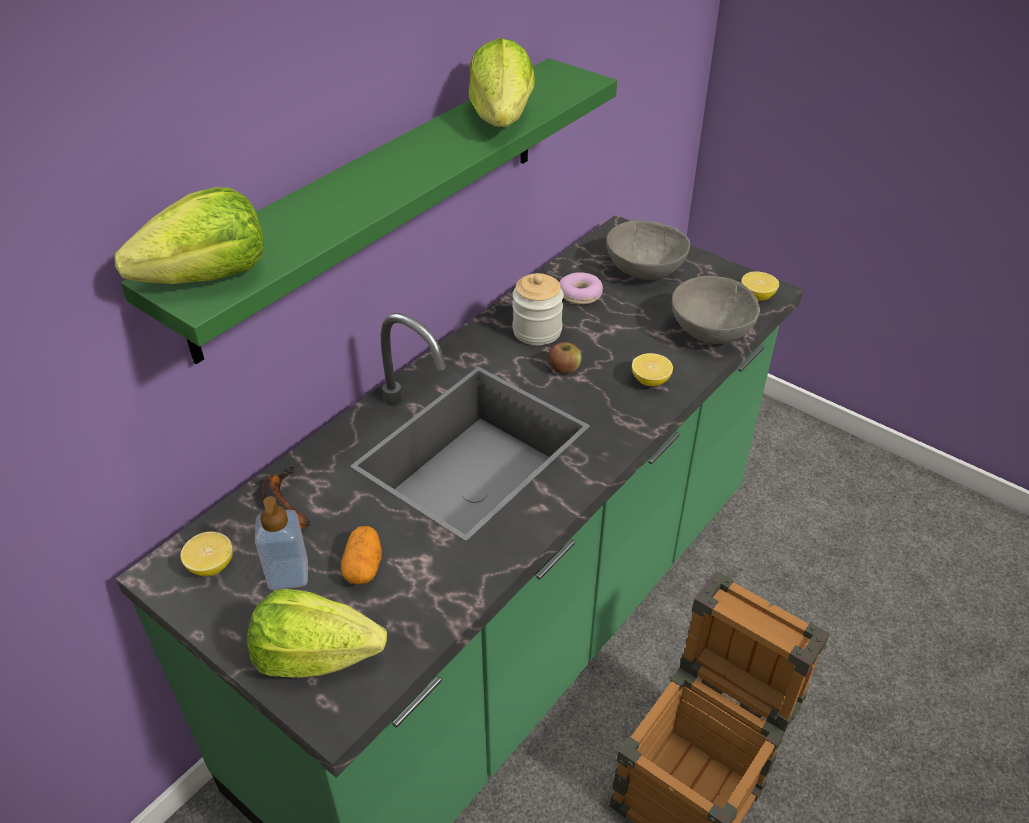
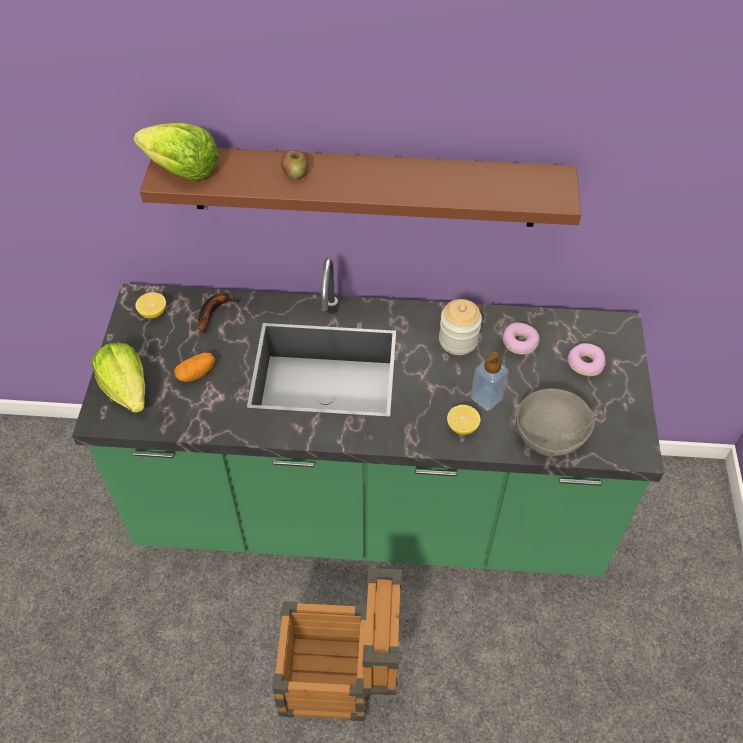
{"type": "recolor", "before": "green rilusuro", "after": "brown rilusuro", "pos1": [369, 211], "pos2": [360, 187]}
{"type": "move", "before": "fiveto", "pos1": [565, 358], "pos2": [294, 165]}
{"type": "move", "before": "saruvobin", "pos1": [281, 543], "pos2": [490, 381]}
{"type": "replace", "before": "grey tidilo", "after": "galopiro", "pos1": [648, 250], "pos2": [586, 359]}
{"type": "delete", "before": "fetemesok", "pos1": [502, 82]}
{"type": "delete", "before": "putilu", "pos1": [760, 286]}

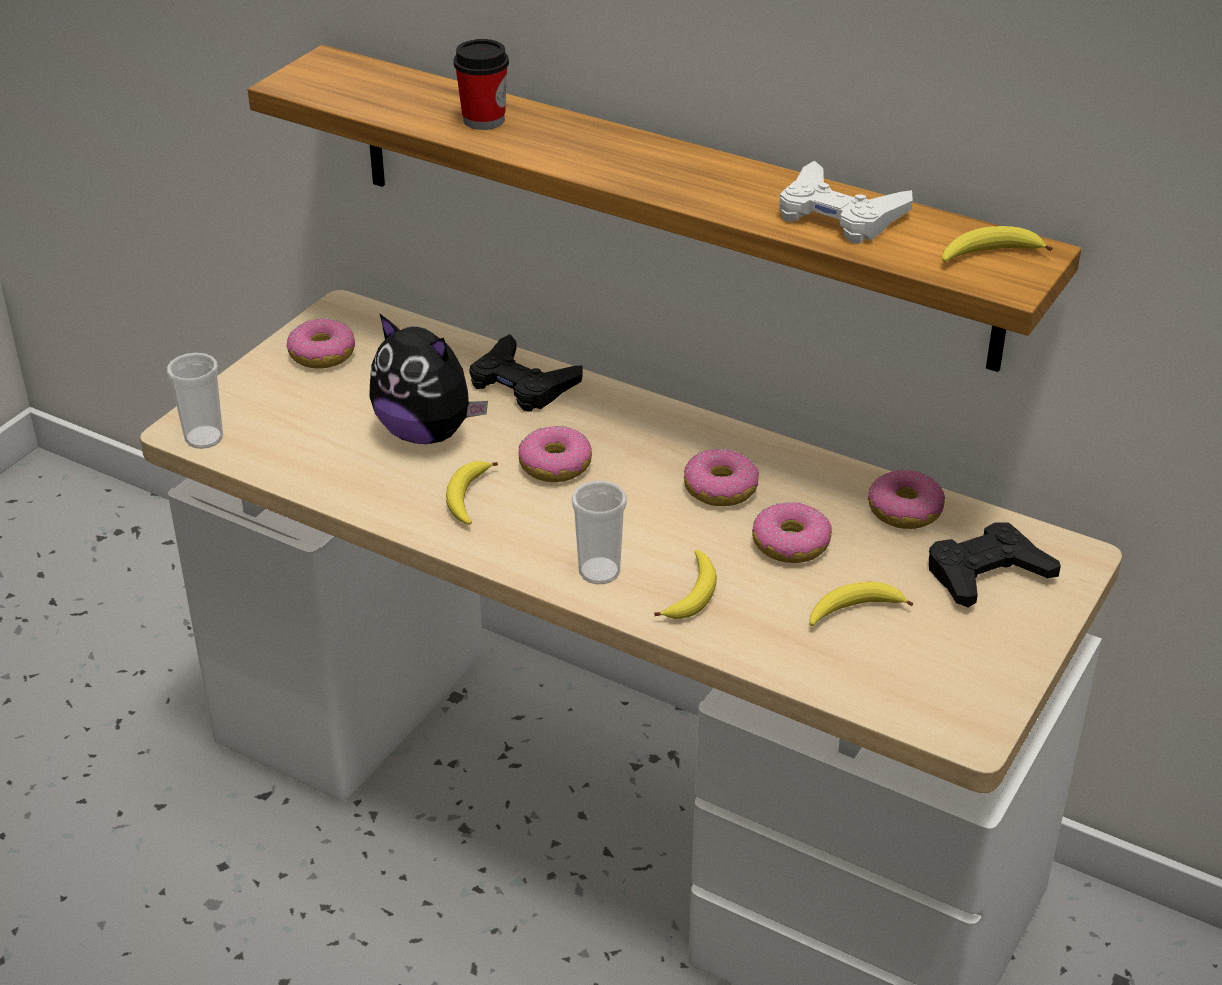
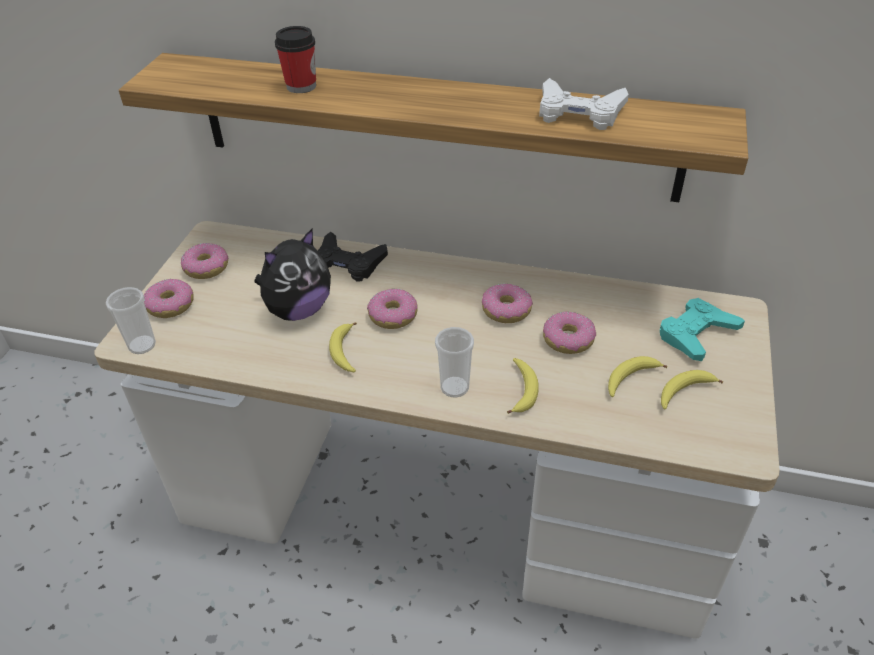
{"type": "move", "before": "galopiro", "pos1": [906, 499], "pos2": [169, 298]}
{"type": "rotate", "before": "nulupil", "pos1": [429, 378], "pos2": [293, 274], "turn": -60}
{"type": "recolor", "before": "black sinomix", "after": "turquoise sinomix", "pos1": [995, 564], "pos2": [702, 329]}
{"type": "move", "before": "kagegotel", "pos1": [997, 244], "pos2": [692, 390]}

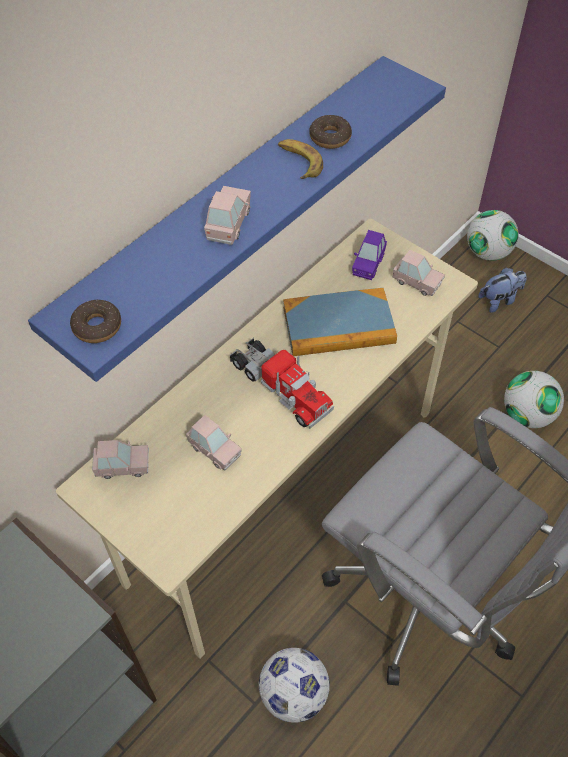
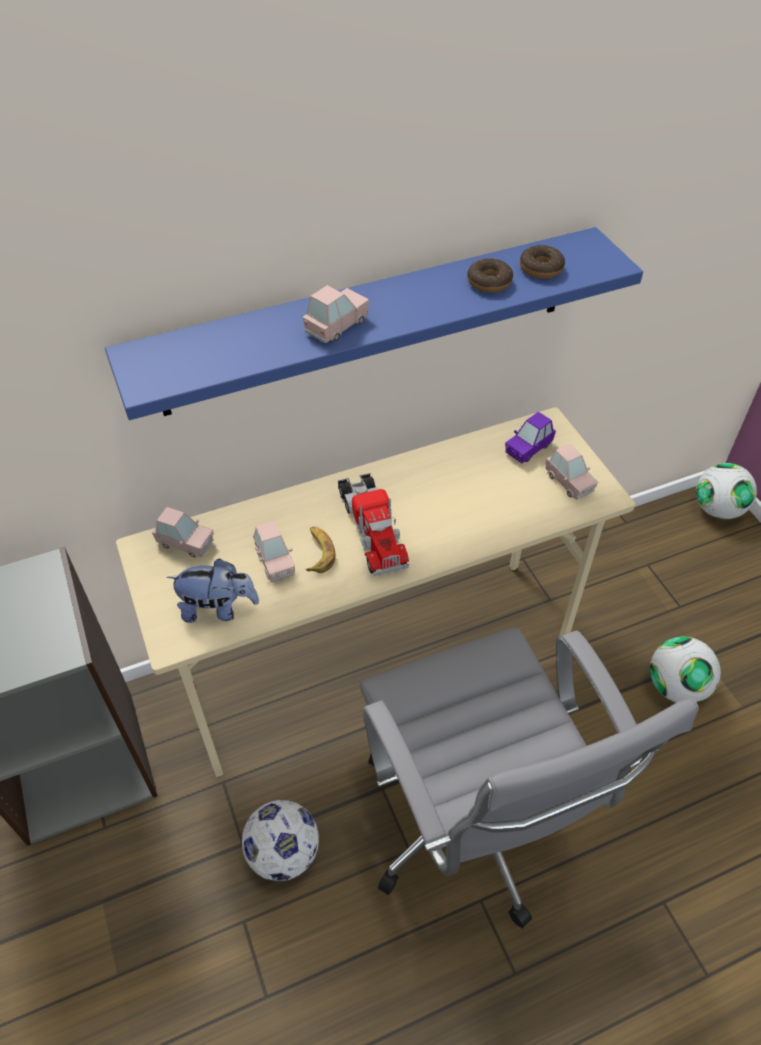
{"type": "move", "before": "nulupil", "pos1": [502, 290], "pos2": [213, 591]}
{"type": "move", "before": "kagegotel", "pos1": [300, 159], "pos2": [321, 550]}
{"type": "move", "before": "galopiro", "pos1": [95, 321], "pos2": [542, 262]}
{"type": "delete", "before": "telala", "pos1": [340, 322]}

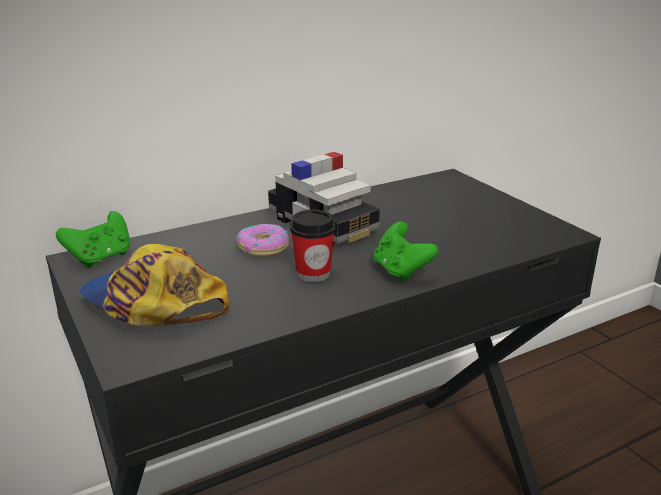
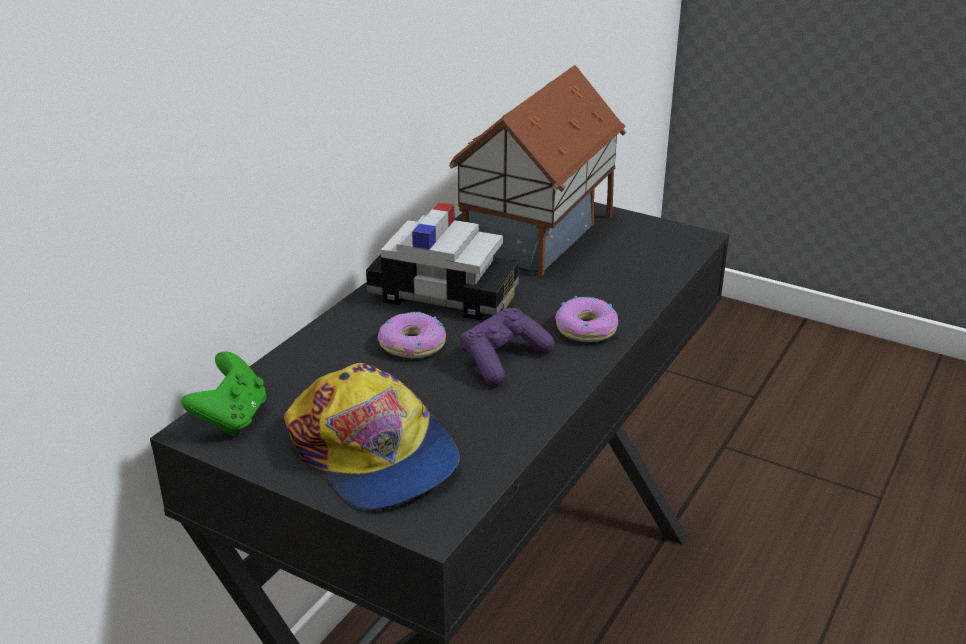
{"type": "rotate", "before": "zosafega", "pos1": [154, 285], "pos2": [372, 436], "turn": -135}
{"type": "insert", "after": "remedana", "pos2": [537, 171]}
{"type": "replace", "before": "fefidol", "after": "purple sinomix", "pos1": [312, 246], "pos2": [507, 347]}
{"type": "replace", "before": "green sinomix", "after": "galopiro", "pos1": [406, 252], "pos2": [586, 319]}

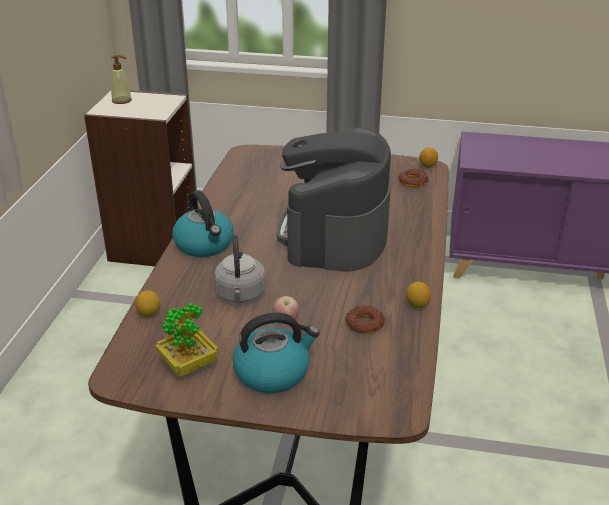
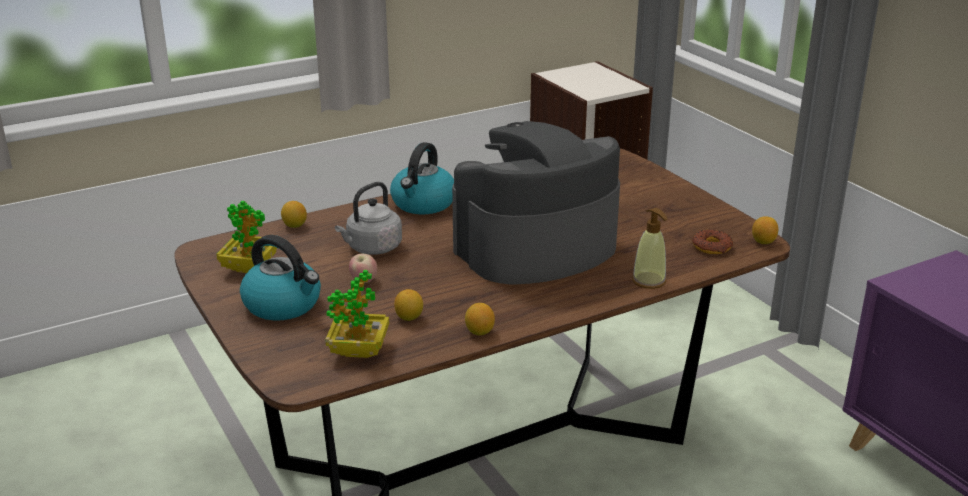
{"type": "insert", "after": "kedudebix", "pos2": [357, 314]}
{"type": "replace", "before": "galopiro", "after": "putilu", "pos1": [365, 319], "pos2": [408, 305]}
{"type": "move", "before": "saruvobin", "pos1": [121, 79], "pos2": [650, 248]}

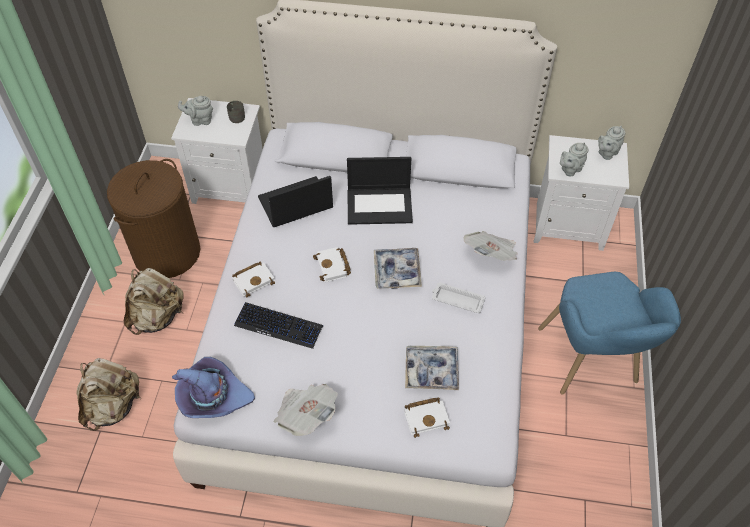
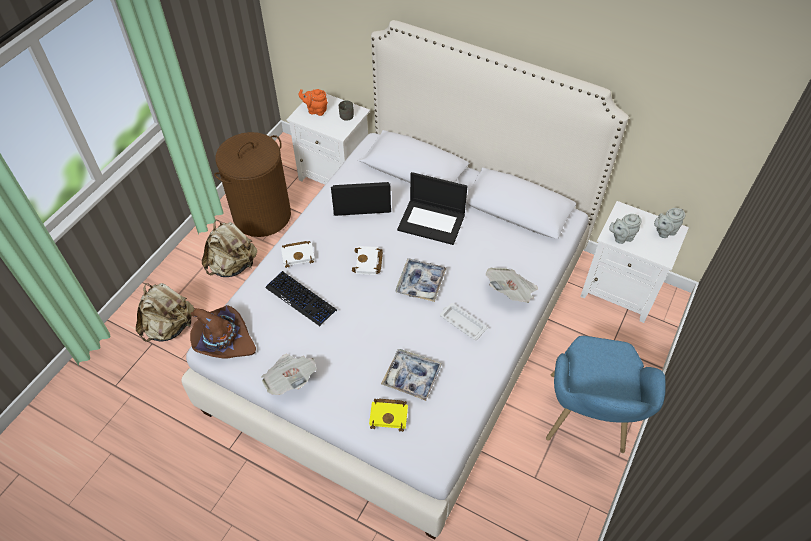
{"type": "recolor", "before": "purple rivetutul", "after": "brown rivetutul", "pos1": [213, 387], "pos2": [223, 331]}
{"type": "recolor", "before": "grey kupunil", "after": "orange kupunil", "pos1": [195, 111], "pos2": [313, 102]}
{"type": "recolor", "before": "white telala", "after": "yellow telala", "pos1": [427, 417], "pos2": [388, 415]}

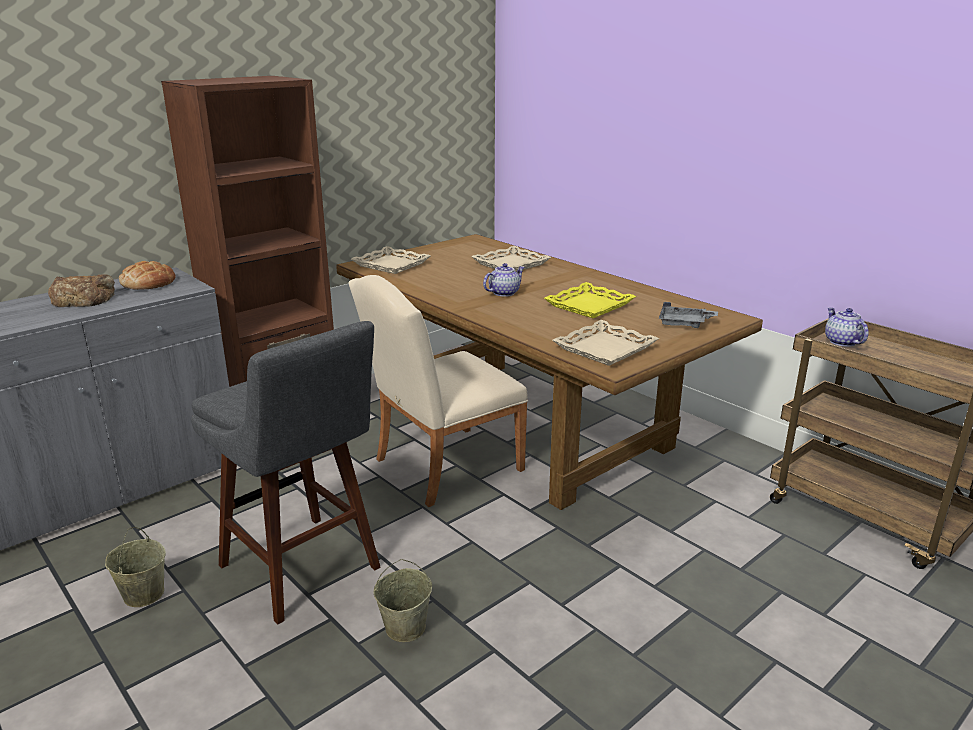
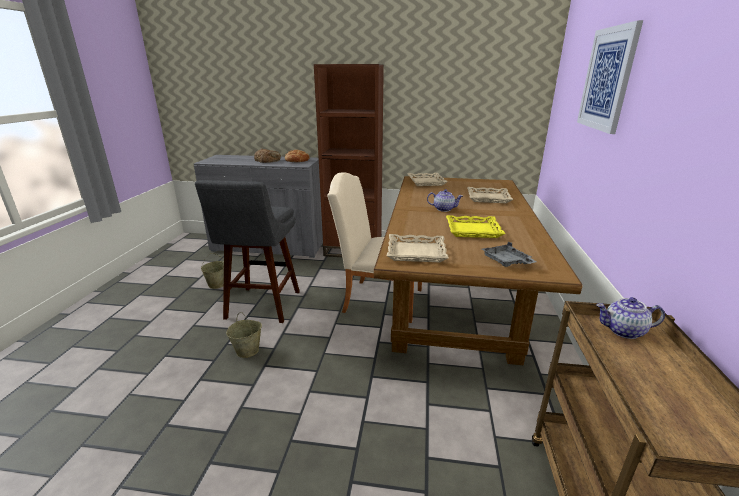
{"type": "insert", "after": "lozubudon", "pos2": [610, 77]}
{"type": "rotate", "before": "kupunil", "pos1": [847, 327], "pos2": [630, 318], "turn": -120}

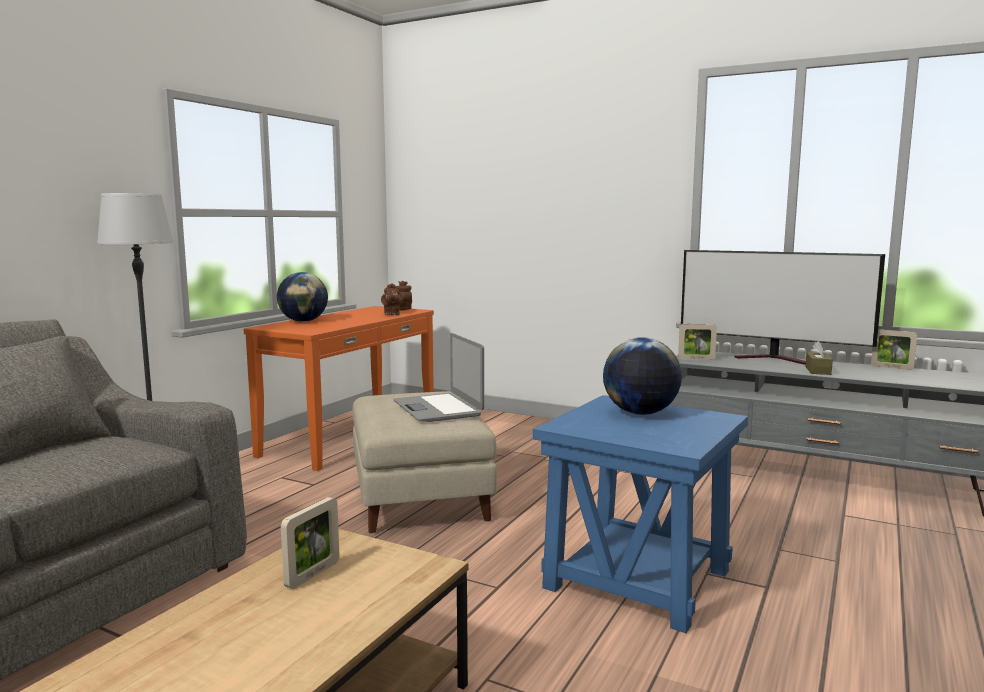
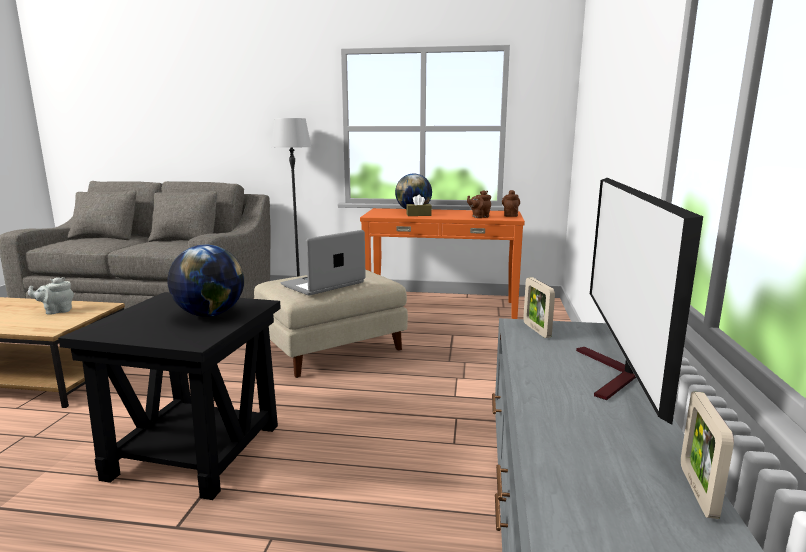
{"type": "replace", "before": "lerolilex", "after": "grey kupunil", "pos1": [310, 543], "pos2": [51, 296]}
{"type": "recolor", "before": "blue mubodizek", "after": "black mubodizek", "pos1": [640, 514], "pos2": [169, 396]}
{"type": "move", "before": "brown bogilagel", "pos1": [819, 358], "pos2": [419, 205]}

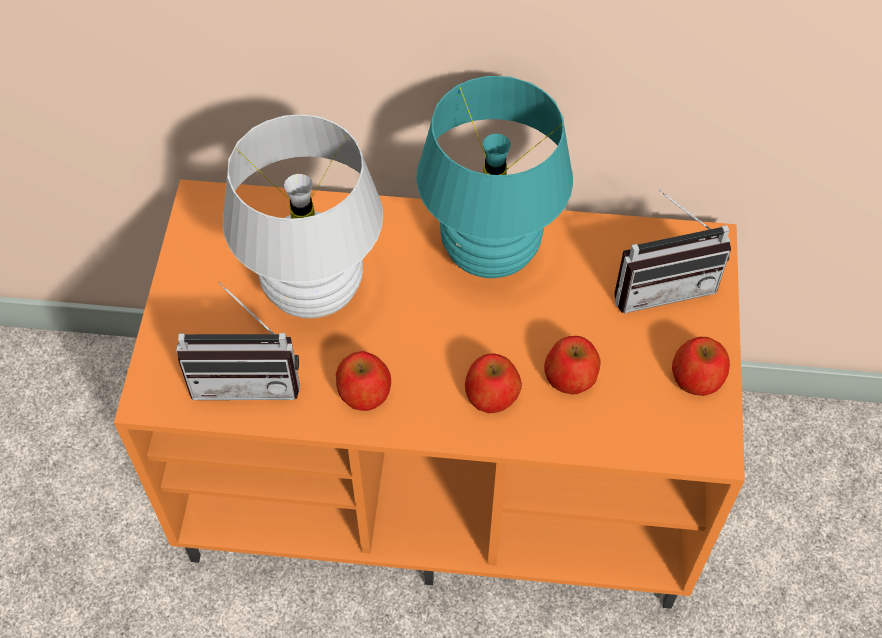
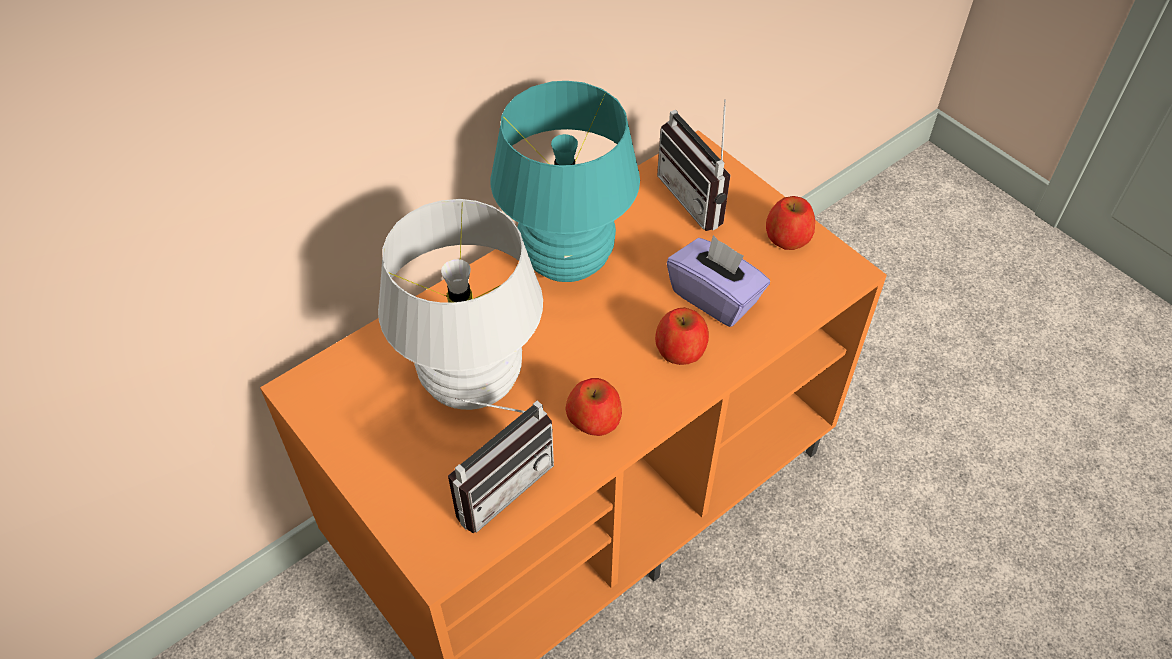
{"type": "rotate", "before": "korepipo", "pos1": [672, 251], "pos2": [693, 165], "turn": 120}
{"type": "replace", "before": "fiveto", "after": "purple bogilagel", "pos1": [572, 365], "pos2": [718, 281]}

